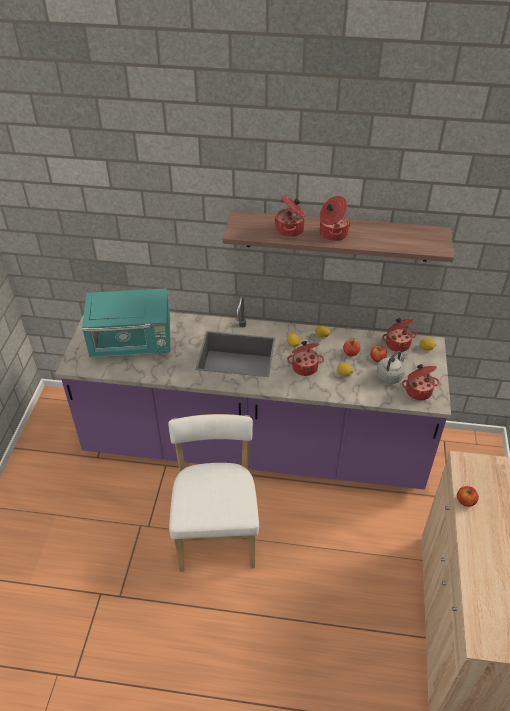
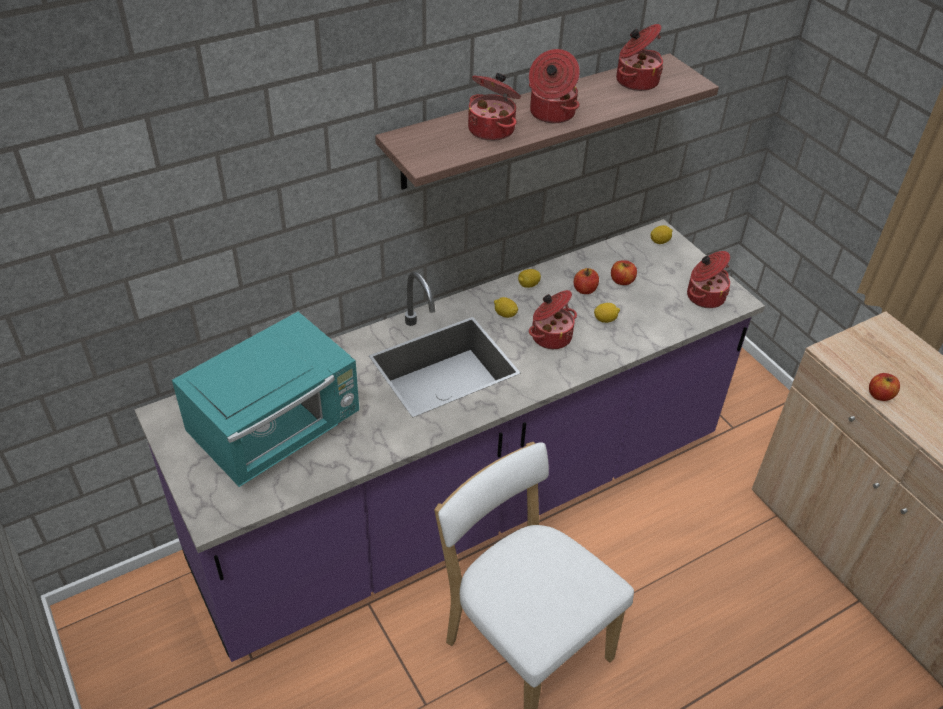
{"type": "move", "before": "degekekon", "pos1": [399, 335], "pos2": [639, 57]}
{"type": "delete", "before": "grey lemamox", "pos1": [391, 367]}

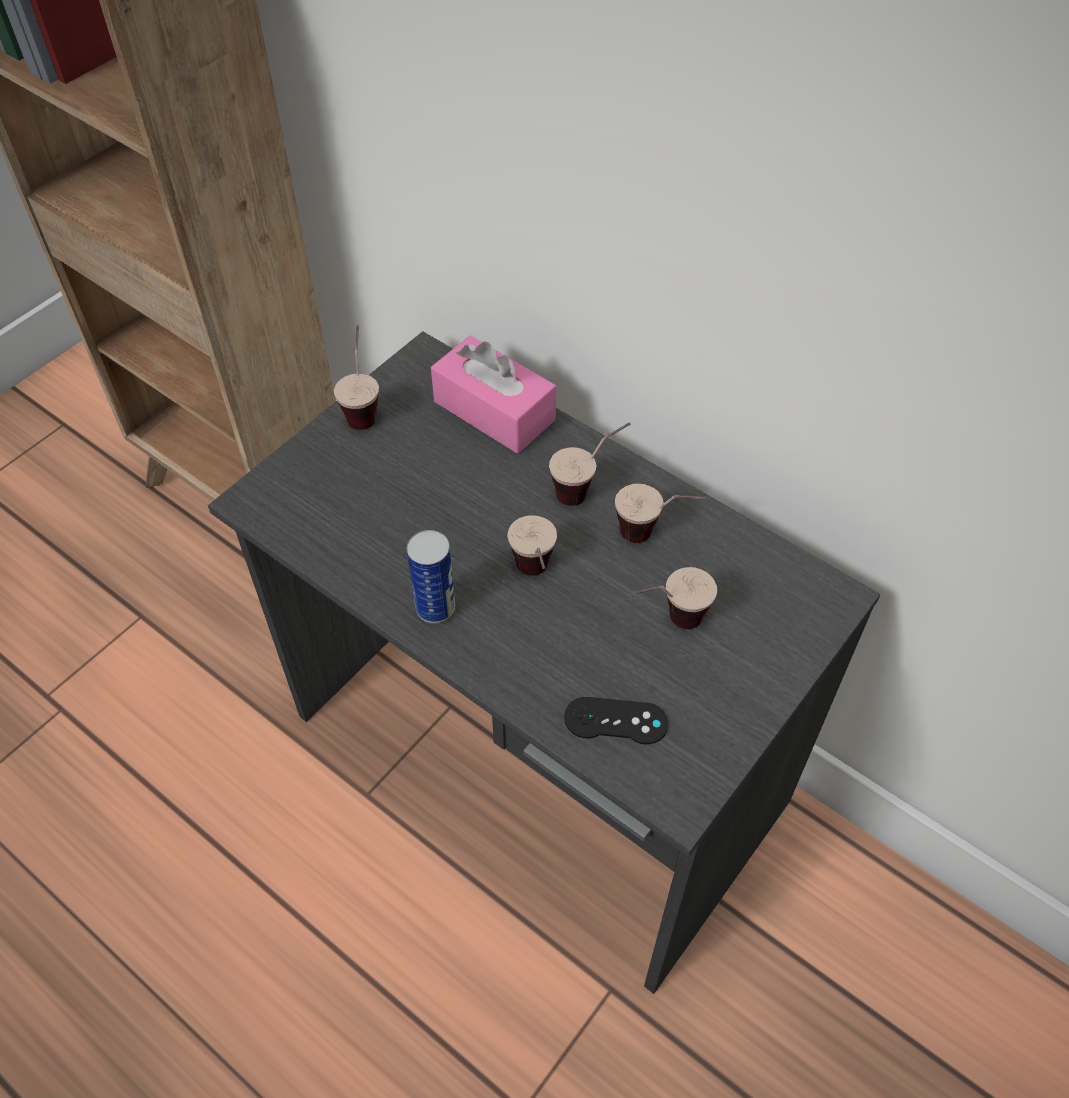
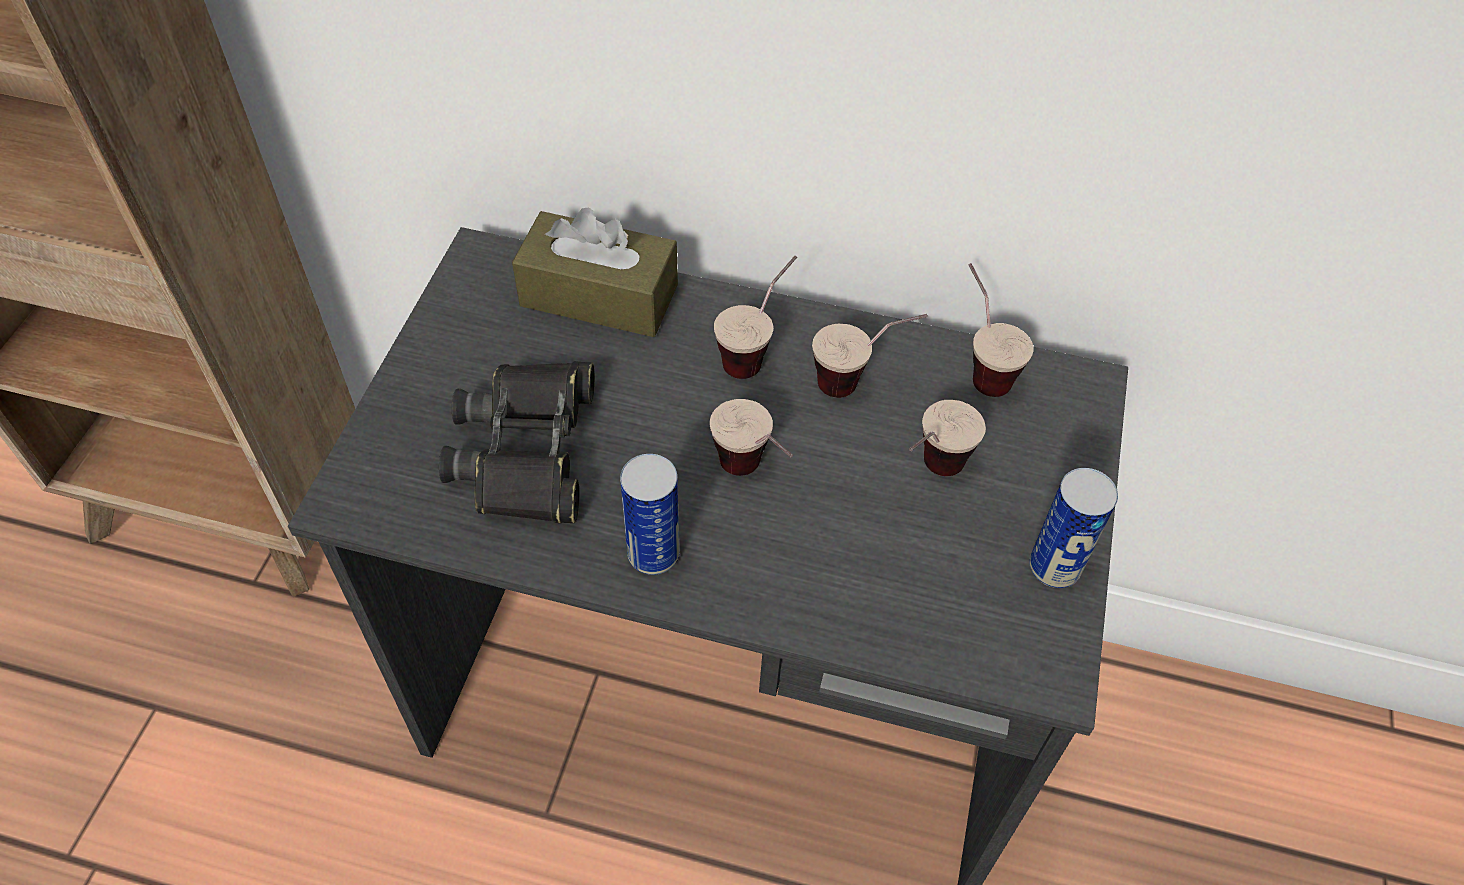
{"type": "insert", "after": "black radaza", "pos2": [517, 442]}
{"type": "recolor", "before": "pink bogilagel", "after": "brown bogilagel", "pos1": [493, 394], "pos2": [595, 272]}
{"type": "move", "before": "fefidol", "pos1": [356, 377], "pos2": [1001, 330]}
{"type": "insert", "after": "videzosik", "pos2": [1073, 528]}
{"type": "delete", "before": "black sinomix", "pos1": [616, 721]}

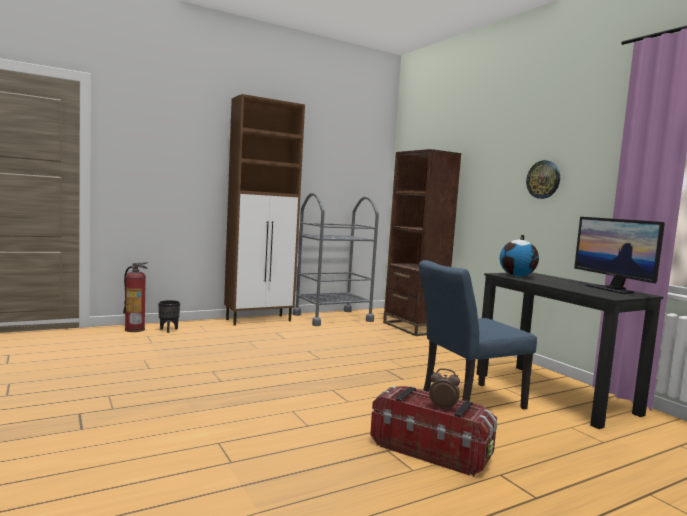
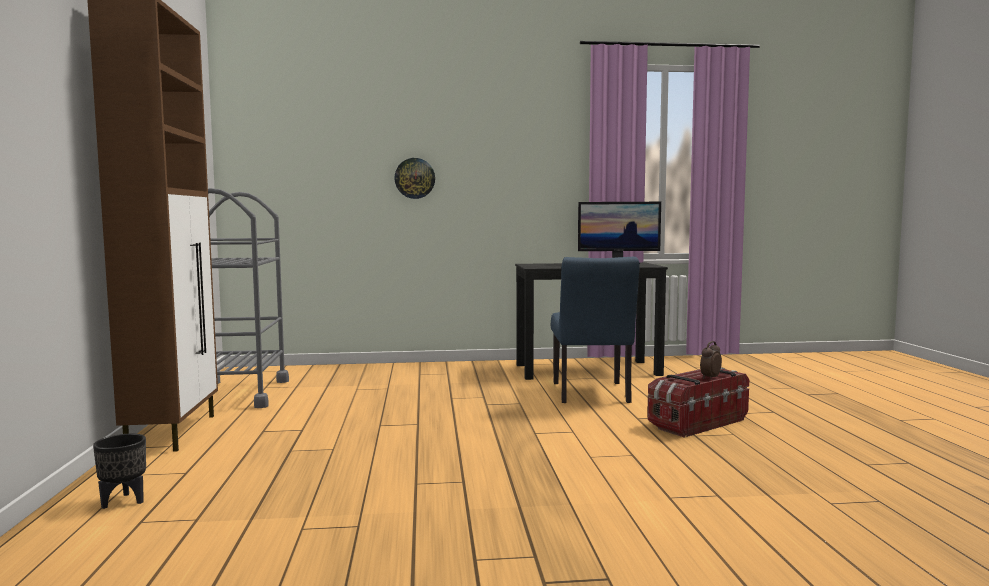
{"type": "move", "before": "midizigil", "pos1": [543, 179], "pos2": [414, 178]}
{"type": "delete", "before": "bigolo", "pos1": [135, 297]}
{"type": "delete", "before": "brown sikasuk", "pos1": [422, 242]}
{"type": "delete", "before": "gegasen", "pos1": [519, 255]}

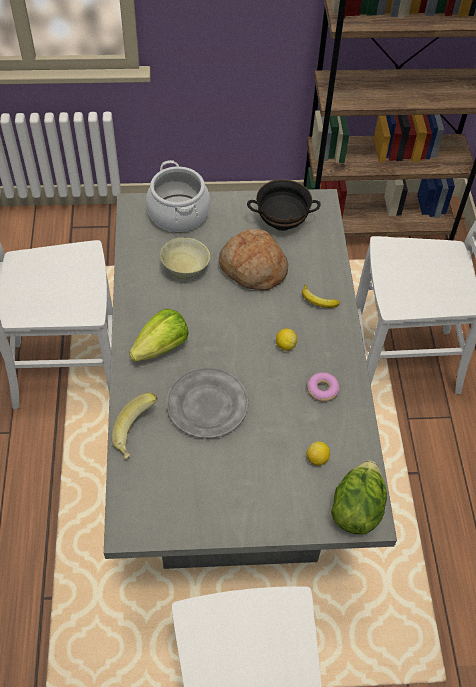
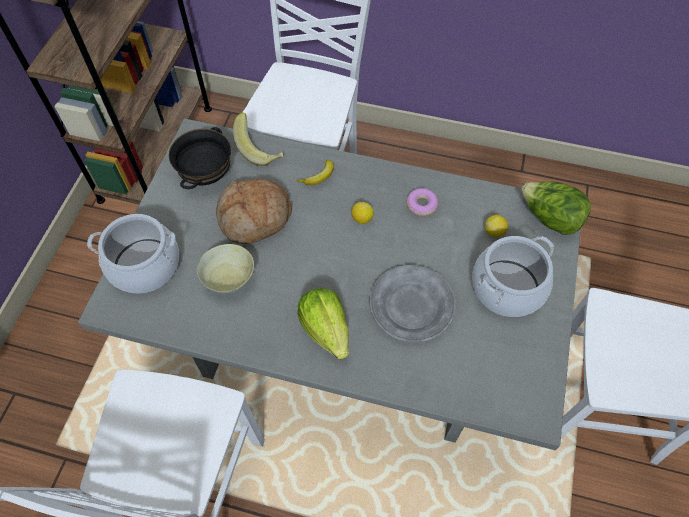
{"type": "move", "before": "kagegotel", "pos1": [134, 426], "pos2": [258, 139]}
{"type": "insert", "after": "degekekon", "pos2": [513, 276]}

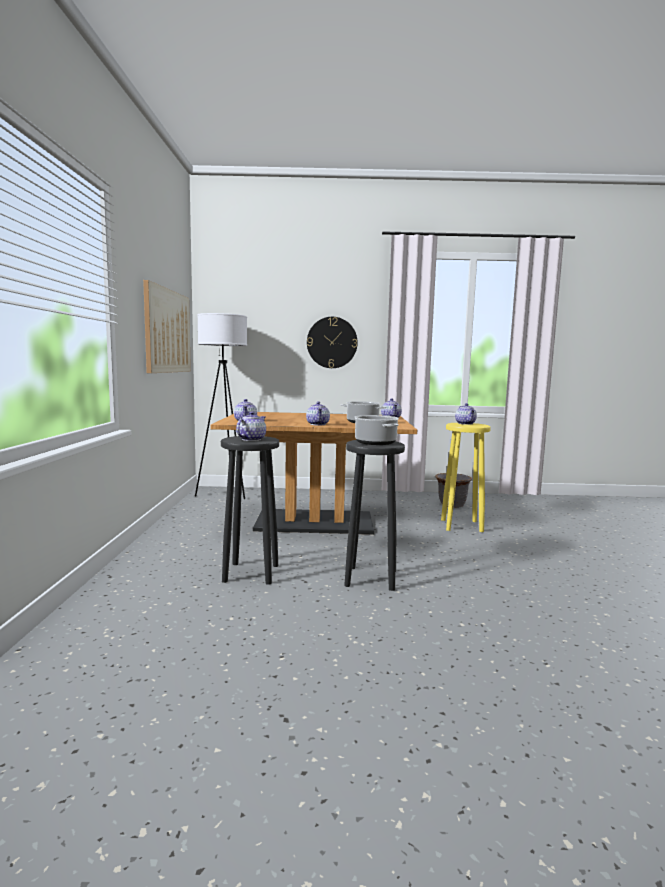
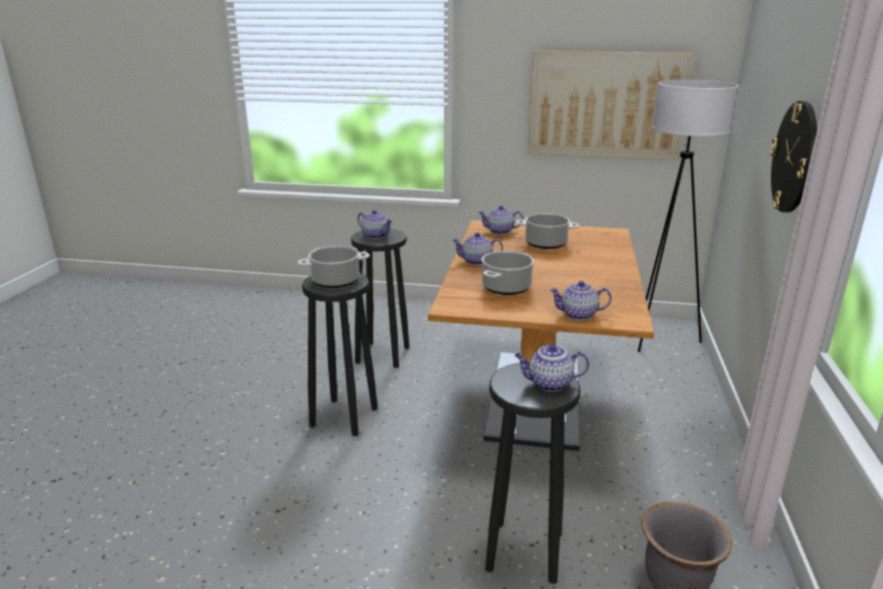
{"type": "recolor", "before": "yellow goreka", "after": "black goreka", "pos1": [466, 477], "pos2": [533, 473]}
{"type": "insert", "after": "degekekon", "pos2": [548, 231]}

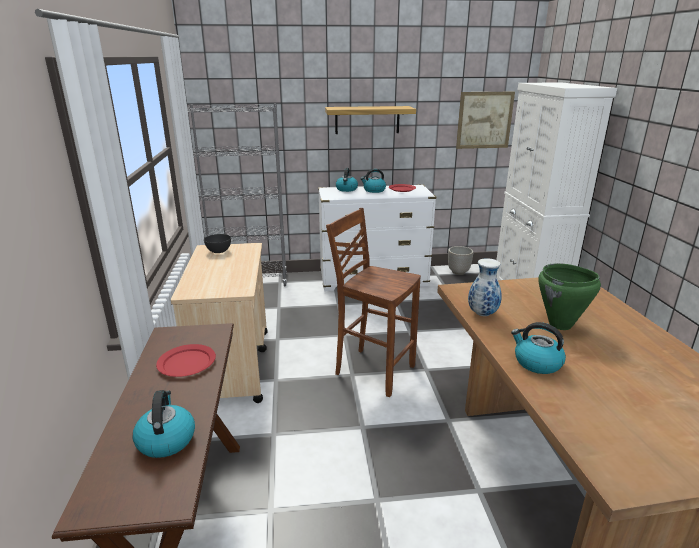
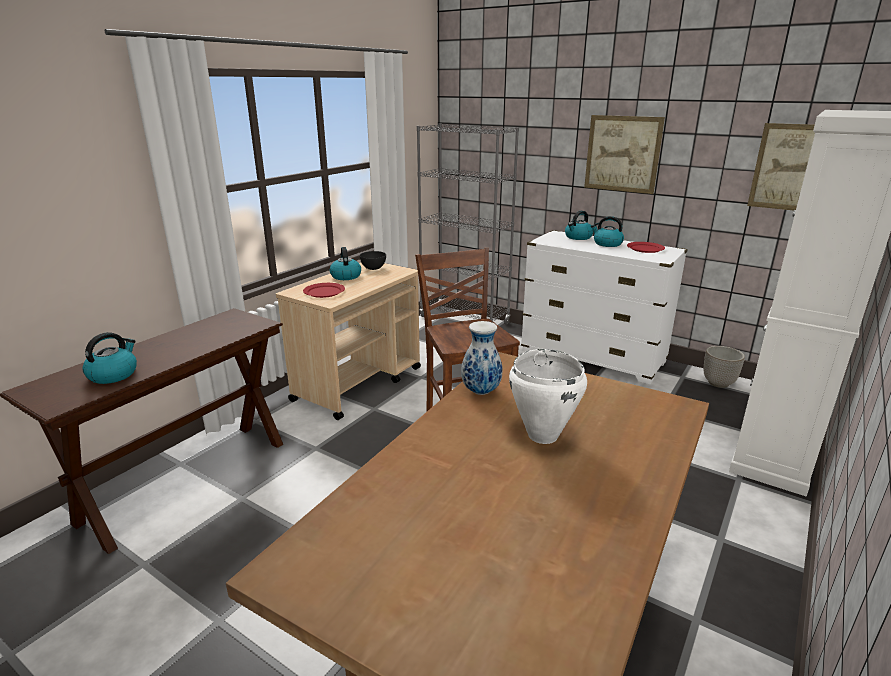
{"type": "move", "before": "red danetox", "pos1": [186, 360], "pos2": [324, 290]}
{"type": "move", "before": "lemamox", "pos1": [538, 348], "pos2": [345, 263]}
{"type": "recolor", "before": "green degekekon", "after": "white degekekon", "pos1": [569, 296], "pos2": [548, 396]}
{"type": "replace", "before": "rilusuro", "after": "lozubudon", "pos1": [370, 120], "pos2": [624, 154]}

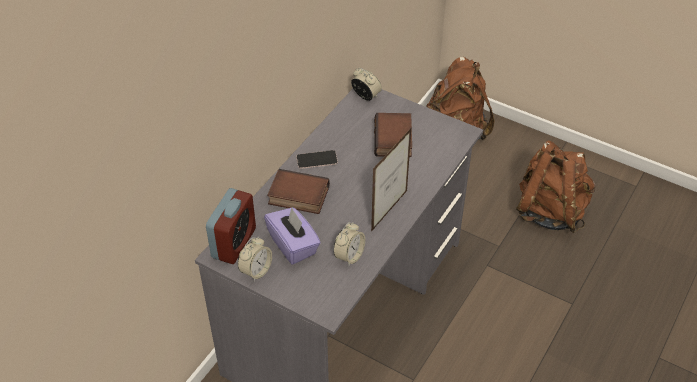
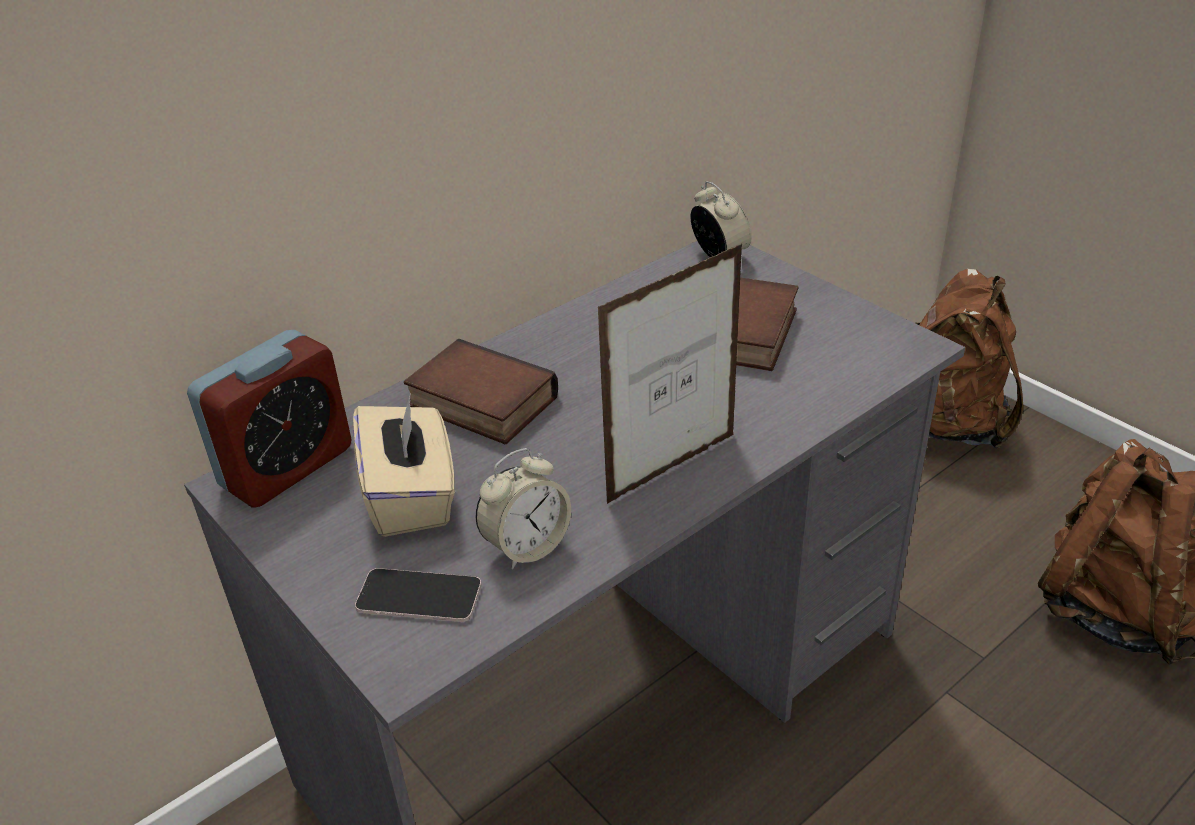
{"type": "recolor", "before": "purple bogilagel", "after": "beige bogilagel", "pos1": [292, 236], "pos2": [404, 466]}
{"type": "move", "before": "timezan", "pos1": [317, 159], "pos2": [418, 595]}
{"type": "delete", "before": "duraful", "pos1": [255, 259]}

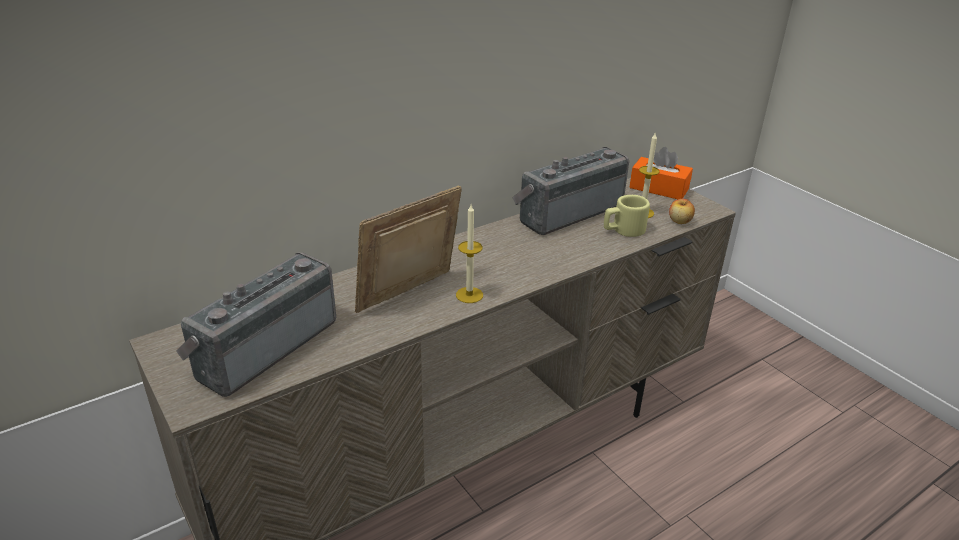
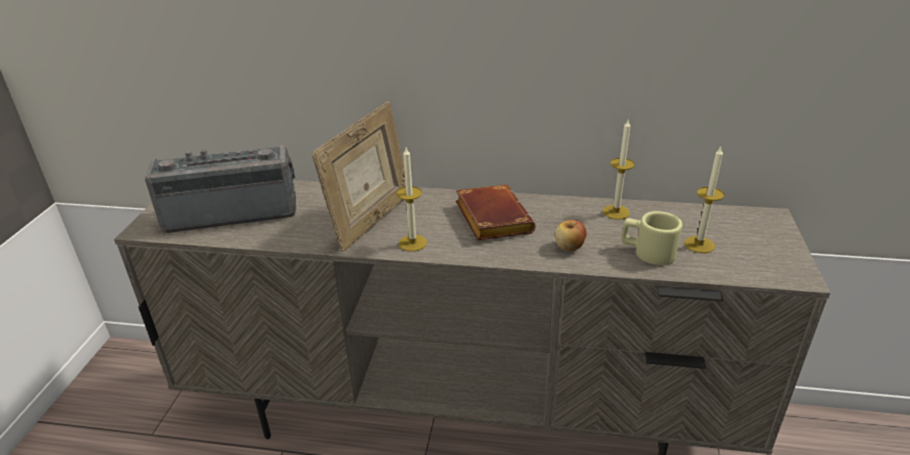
{"type": "rotate", "before": "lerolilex", "pos1": [408, 249], "pos2": [359, 176], "turn": 120}
{"type": "insert", "after": "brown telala", "pos2": [496, 213]}
{"type": "move", "before": "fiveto", "pos1": [682, 211], "pos2": [570, 235]}
{"type": "replace", "before": "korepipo", "after": "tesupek", "pos1": [570, 191], "pos2": [618, 170]}
{"type": "delete", "before": "orange bogilagel", "pos1": [661, 173]}

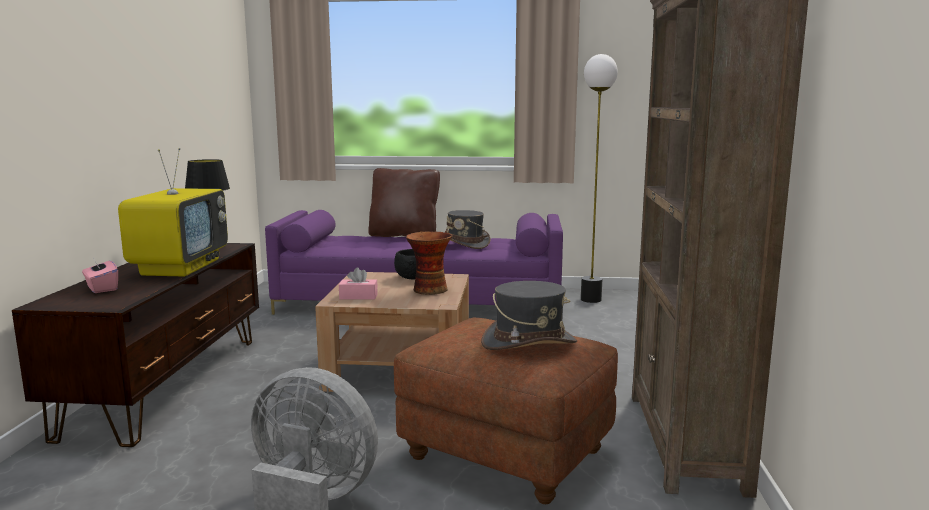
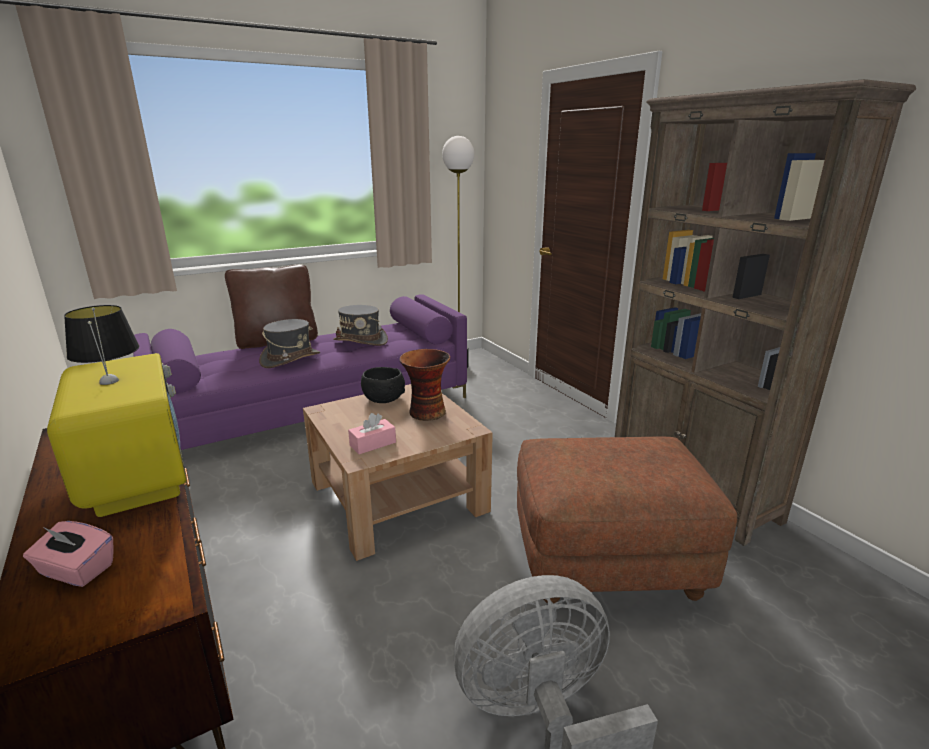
{"type": "move", "before": "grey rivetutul", "pos1": [529, 315], "pos2": [289, 343]}

